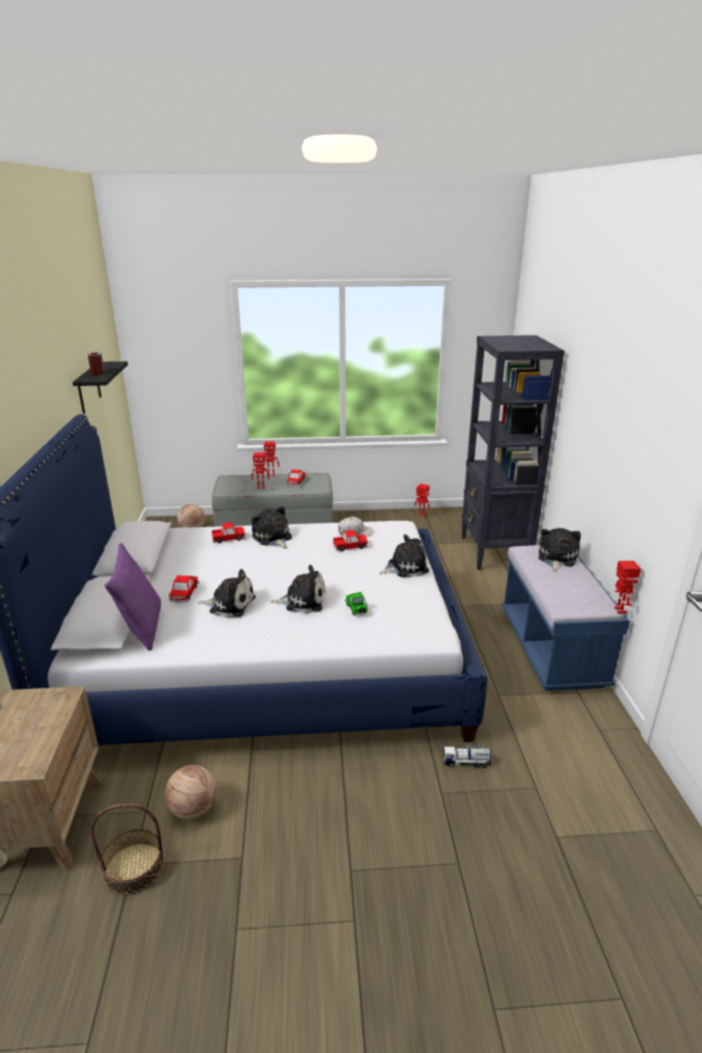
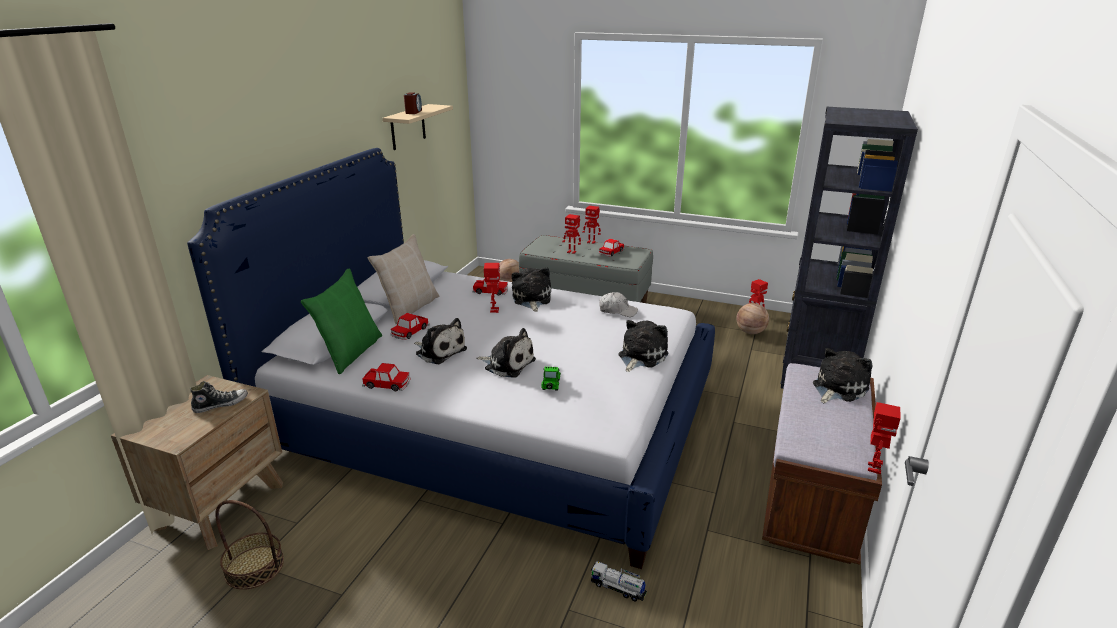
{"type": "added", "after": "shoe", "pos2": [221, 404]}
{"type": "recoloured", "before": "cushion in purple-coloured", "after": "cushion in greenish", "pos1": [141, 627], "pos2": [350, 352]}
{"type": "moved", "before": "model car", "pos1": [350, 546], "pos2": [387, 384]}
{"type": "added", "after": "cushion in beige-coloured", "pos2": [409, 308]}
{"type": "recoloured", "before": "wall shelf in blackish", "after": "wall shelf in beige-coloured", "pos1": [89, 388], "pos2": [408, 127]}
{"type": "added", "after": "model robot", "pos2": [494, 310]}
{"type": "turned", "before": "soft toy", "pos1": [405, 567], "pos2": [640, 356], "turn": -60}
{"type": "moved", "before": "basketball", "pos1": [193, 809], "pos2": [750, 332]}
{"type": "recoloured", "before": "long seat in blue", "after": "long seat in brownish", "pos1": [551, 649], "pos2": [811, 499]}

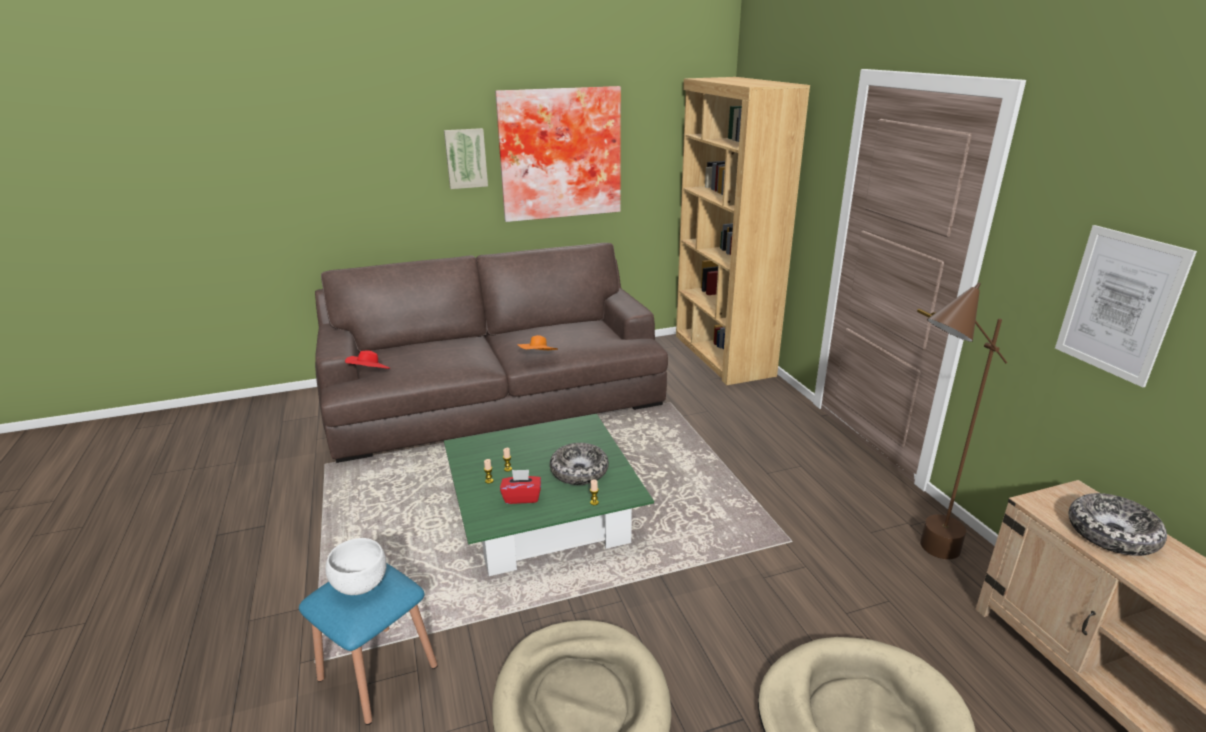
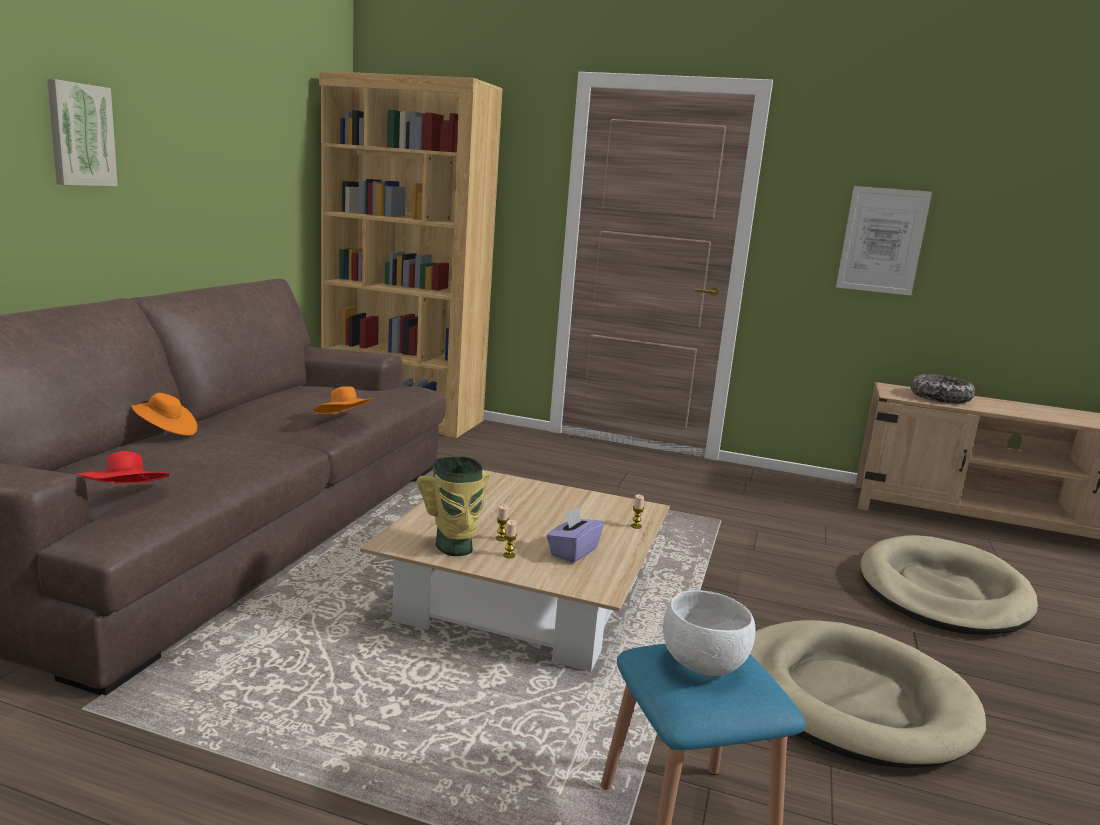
{"type": "added", "after": "wearable hat in orangey", "pos2": [165, 431]}
{"type": "recoloured", "before": "lounge table in greenish", "after": "lounge table in beige-coloured", "pos1": [544, 515], "pos2": [523, 597]}
{"type": "added", "after": "decorative vase", "pos2": [455, 548]}
{"type": "recoloured", "before": "tissue box in reddish", "after": "tissue box in purple-coloured", "pos1": [522, 497], "pos2": [573, 552]}
{"type": "removed", "before": "picture", "pos1": [559, 153]}
{"type": "removed", "before": "deep dish", "pos1": [579, 471]}
{"type": "removed", "before": "standing lamp in brownish", "pos1": [919, 557]}

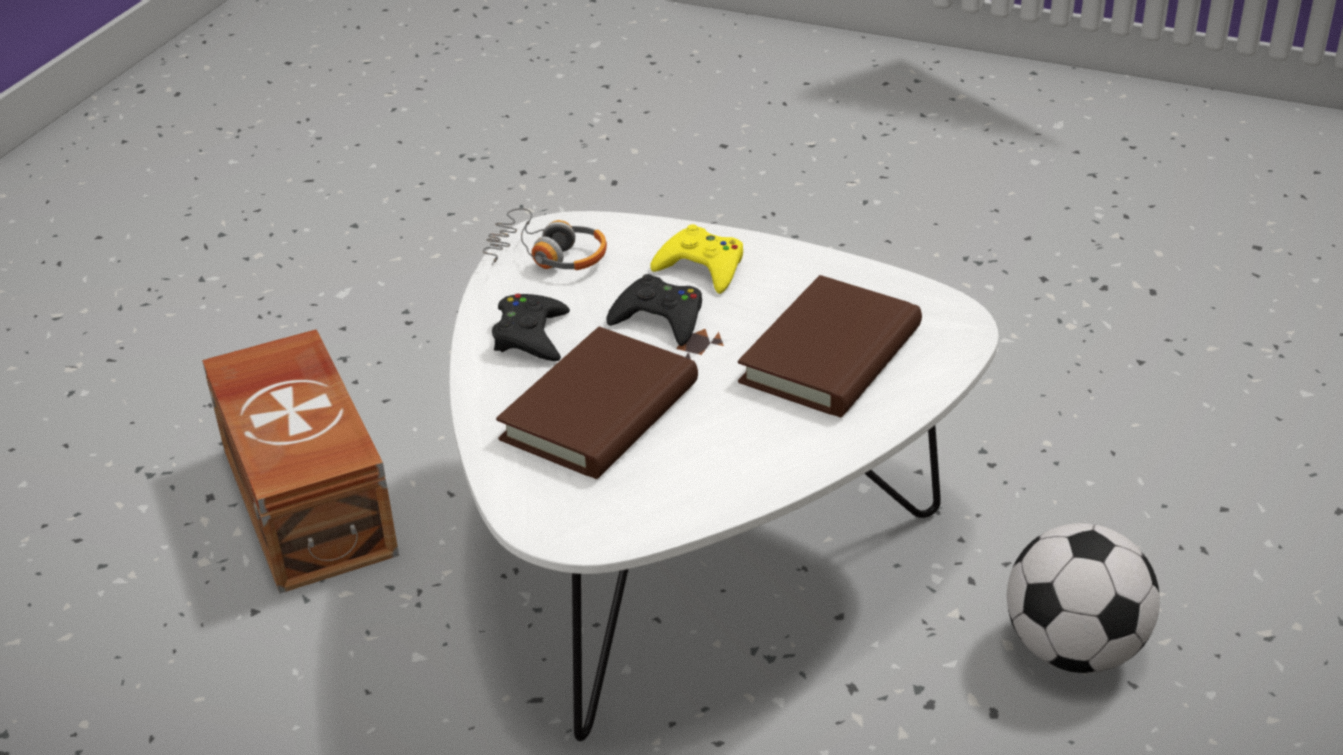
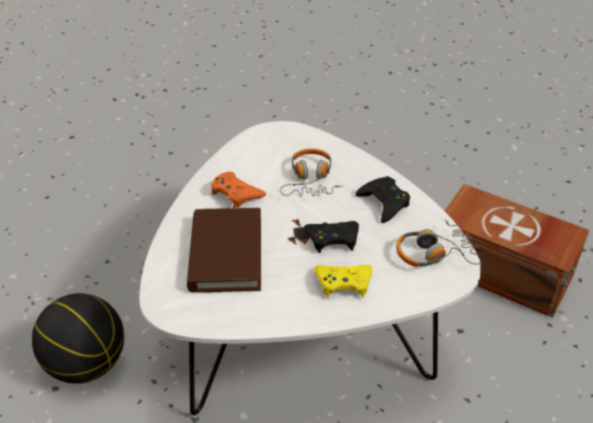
{"type": "replaced", "before": "football", "after": "basketball", "pos1": [1074, 649], "pos2": [86, 365]}
{"type": "added", "after": "gamepad in orangey", "pos2": [236, 193]}
{"type": "replaced", "before": "book in brownish", "after": "headset", "pos1": [600, 412], "pos2": [310, 180]}

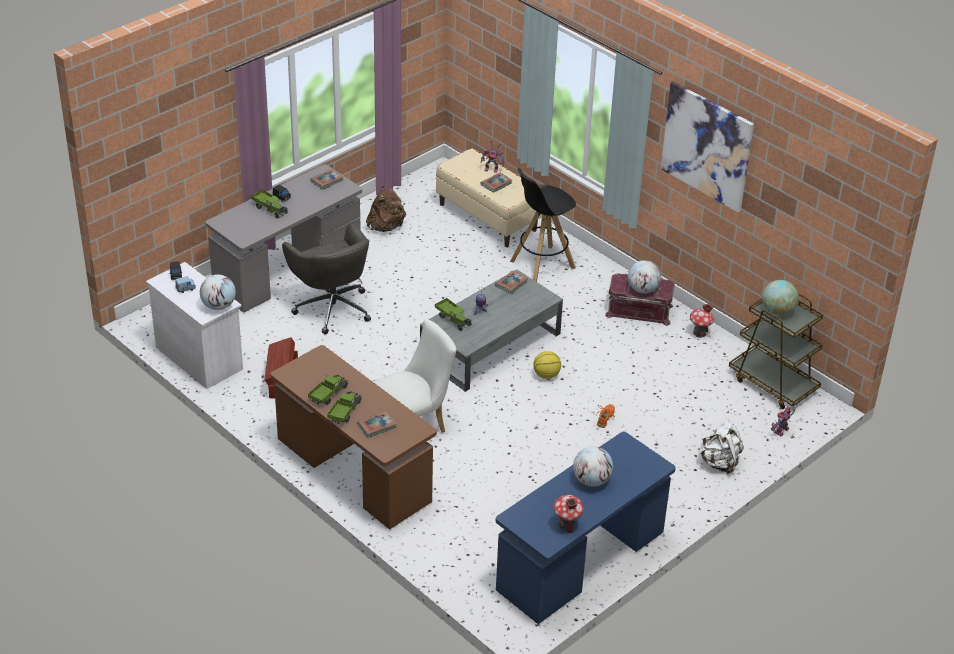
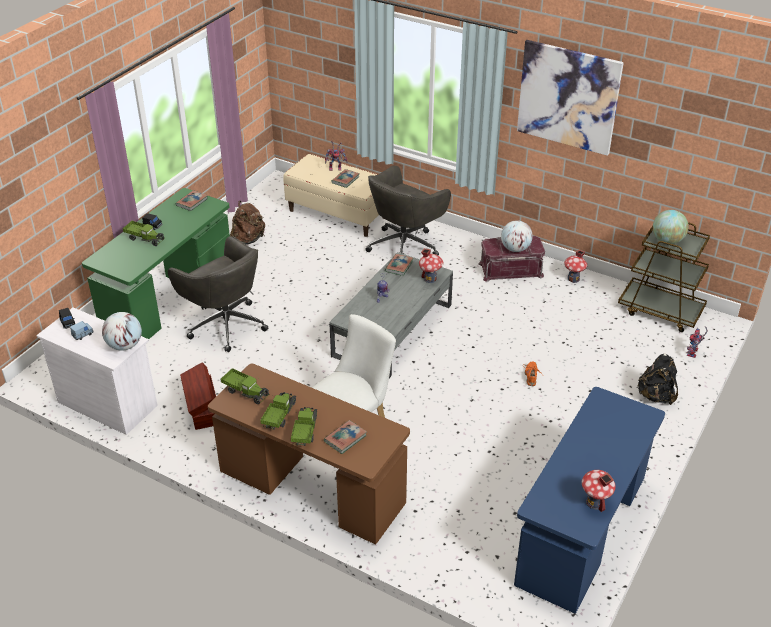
{"type": "recoloured", "before": "desk table in gray", "after": "desk table in greenish", "pos1": [288, 271], "pos2": [169, 298]}
{"type": "moved", "before": "toy truck", "pos1": [453, 319], "pos2": [245, 391]}
{"type": "replaced", "before": "stool in blackish", "after": "desk chair in gray", "pos1": [541, 264], "pos2": [405, 246]}
{"type": "added", "after": "model house", "pos2": [430, 279]}
{"type": "recoloured", "before": "backpack in whitish", "after": "backpack in blackish", "pos1": [719, 463], "pos2": [656, 396]}
{"type": "removed", "before": "basketball", "pos1": [546, 375]}
{"type": "removed", "before": "globe", "pos1": [591, 480]}

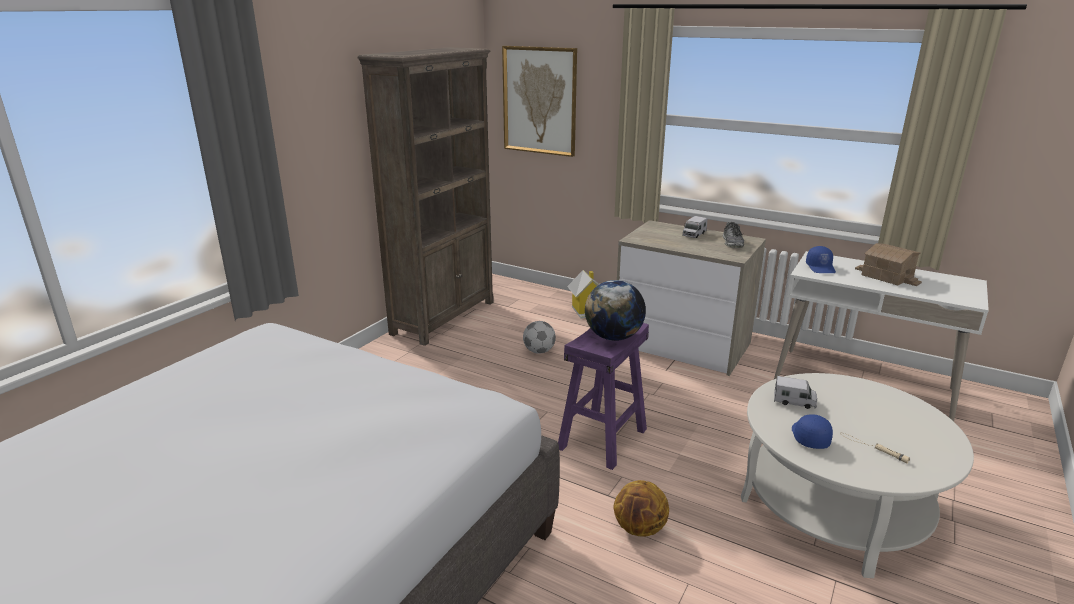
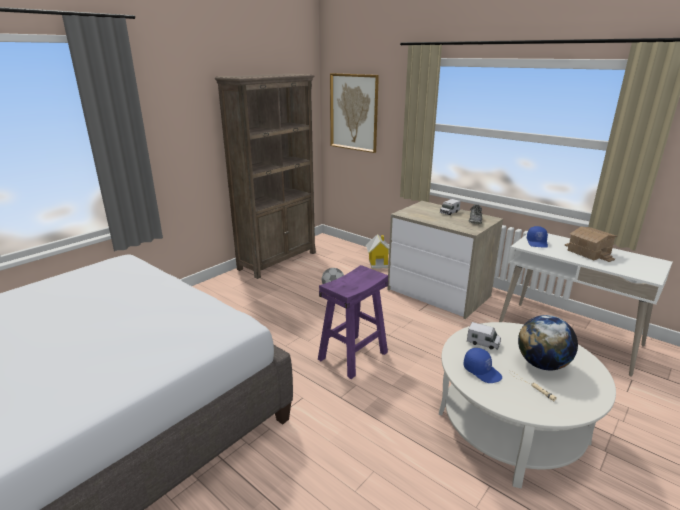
{"type": "turned", "before": "cap in blue", "pos1": [809, 437], "pos2": [482, 371], "turn": 120}
{"type": "moved", "before": "globe", "pos1": [613, 337], "pos2": [542, 364]}
{"type": "removed", "before": "basketball", "pos1": [639, 529]}

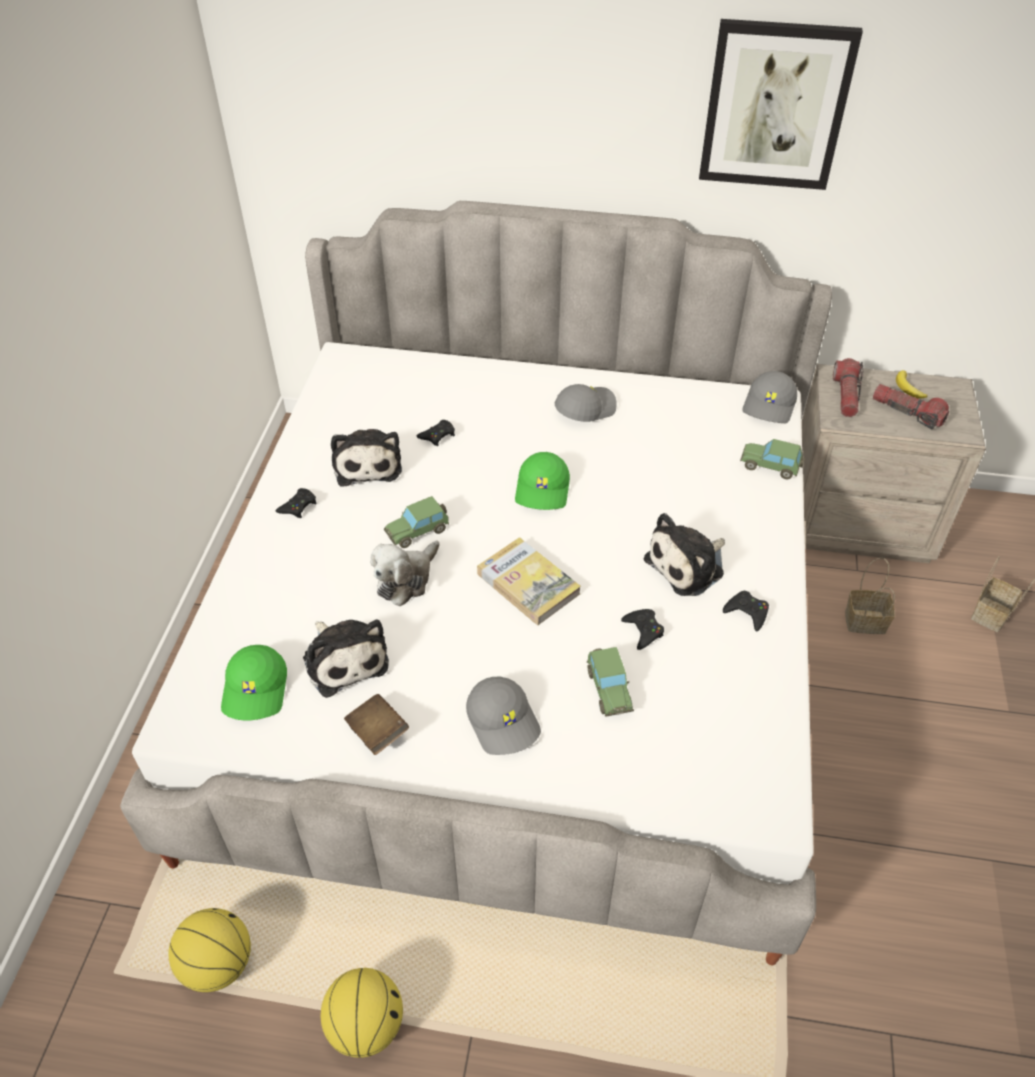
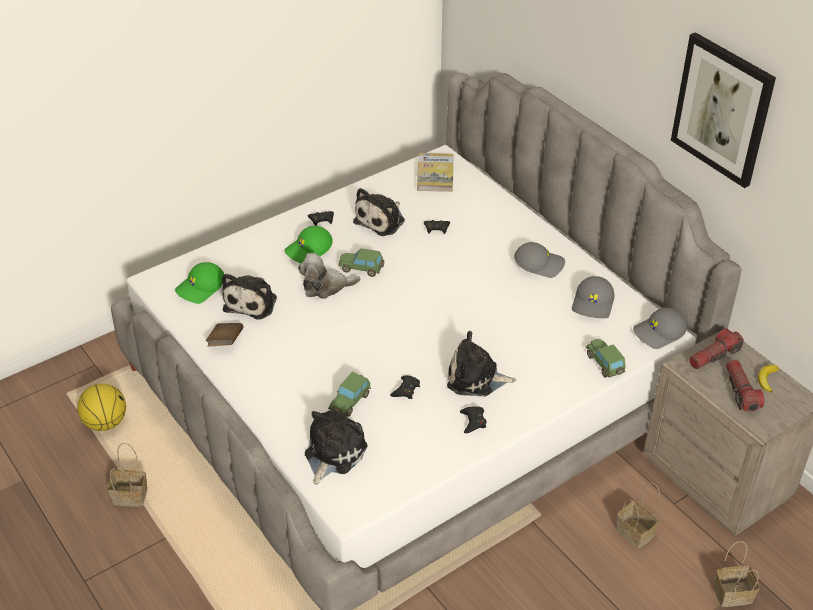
{"type": "replaced", "before": "basketball", "after": "storage basket", "pos1": [366, 1024], "pos2": [131, 495]}
{"type": "moved", "before": "cap in greenish", "pos1": [543, 490], "pos2": [309, 251]}
{"type": "added", "after": "soft toy", "pos2": [333, 453]}
{"type": "moved", "before": "book", "pos1": [528, 584], "pos2": [435, 175]}
{"type": "moved", "before": "cap in gray", "pos1": [504, 721], "pos2": [593, 304]}

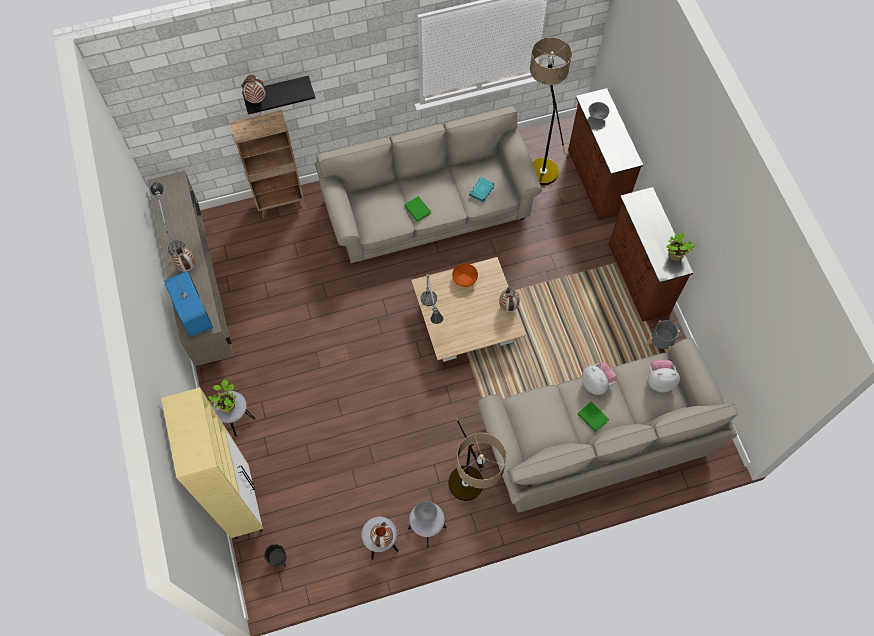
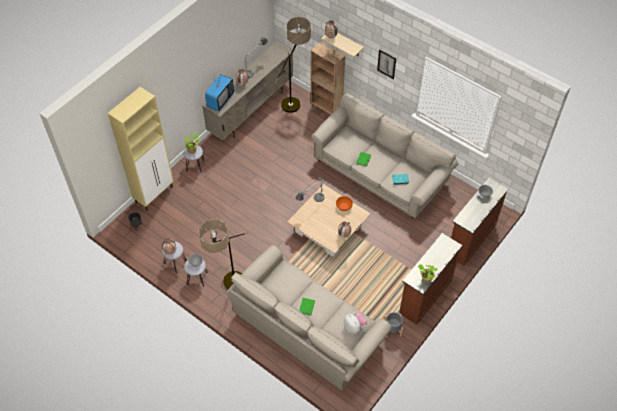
{"type": "moved", "before": "standing lamp", "pos1": [539, 162], "pos2": [295, 100]}
{"type": "recoloured", "before": "wall shelf in blackish", "after": "wall shelf in beige-coloured", "pos1": [277, 91], "pos2": [347, 43]}
{"type": "added", "after": "picture", "pos2": [386, 64]}
{"type": "removed", "before": "soft toy", "pos1": [596, 383]}

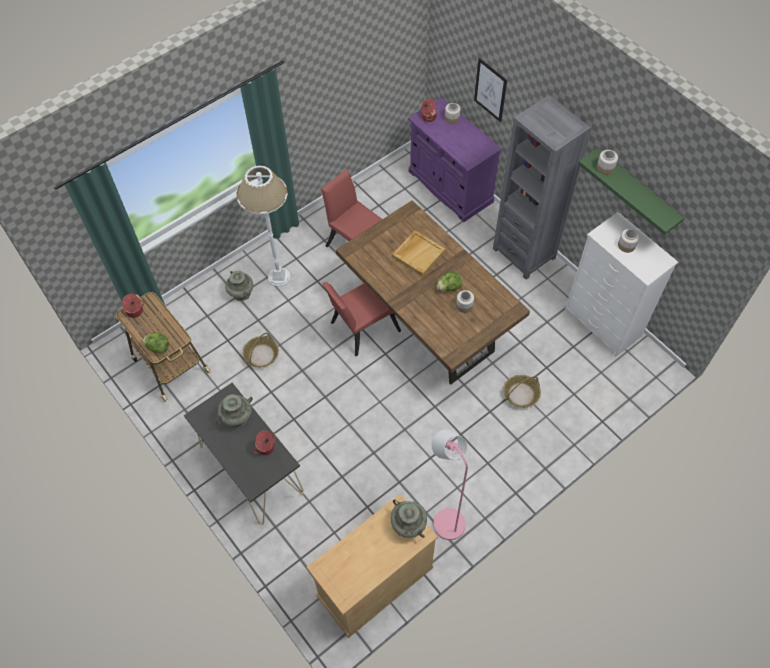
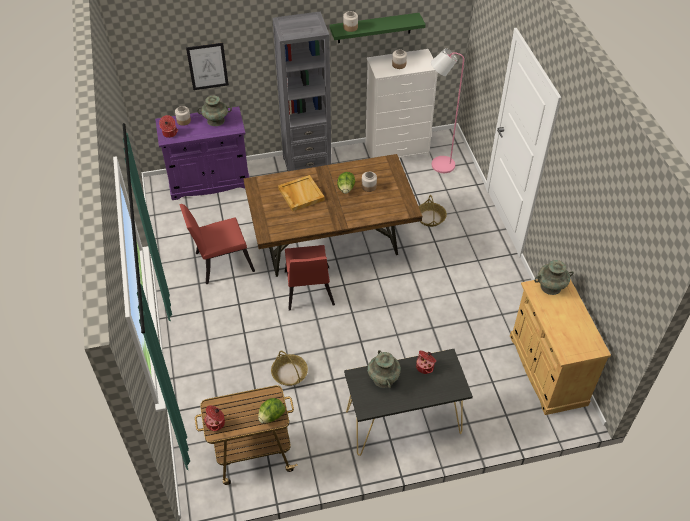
{"type": "moved", "before": "decorative vase in blue-green", "pos1": [241, 293], "pos2": [216, 120]}
{"type": "moved", "before": "standing lamp in pink", "pos1": [445, 519], "pos2": [438, 165]}
{"type": "removed", "before": "standing lamp in whitish", "pos1": [279, 277]}

